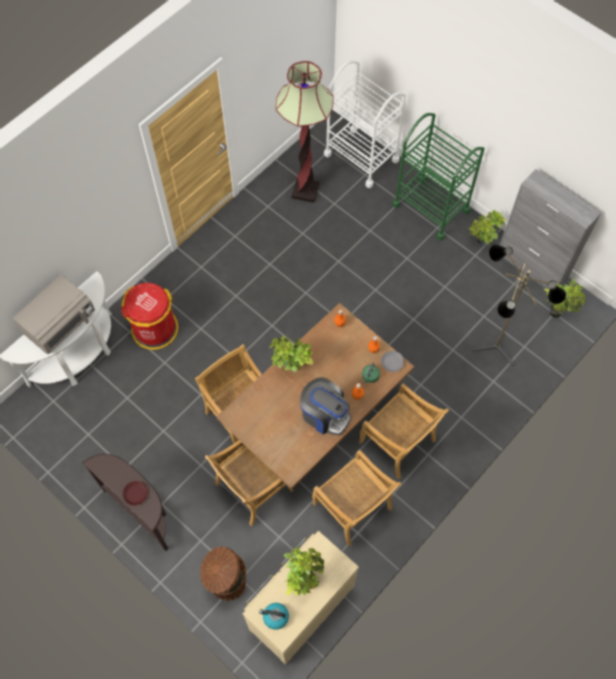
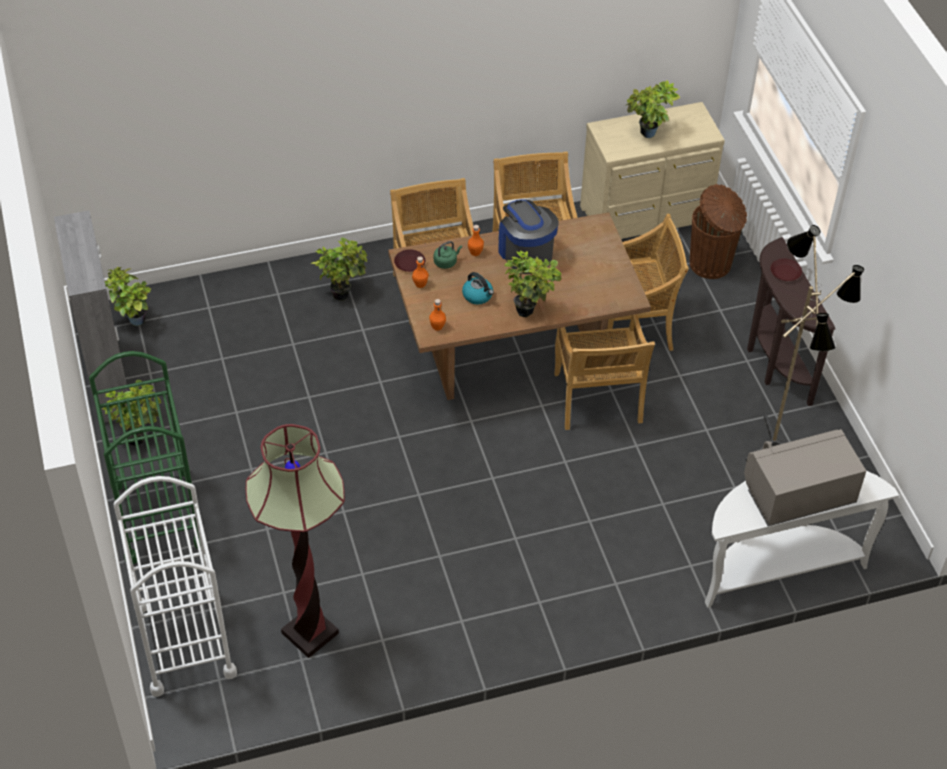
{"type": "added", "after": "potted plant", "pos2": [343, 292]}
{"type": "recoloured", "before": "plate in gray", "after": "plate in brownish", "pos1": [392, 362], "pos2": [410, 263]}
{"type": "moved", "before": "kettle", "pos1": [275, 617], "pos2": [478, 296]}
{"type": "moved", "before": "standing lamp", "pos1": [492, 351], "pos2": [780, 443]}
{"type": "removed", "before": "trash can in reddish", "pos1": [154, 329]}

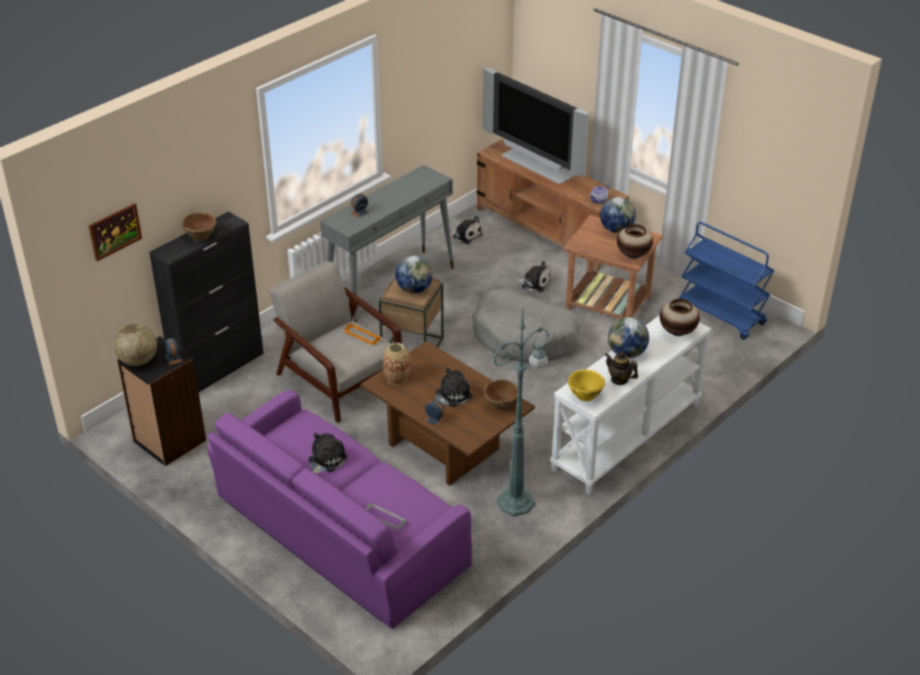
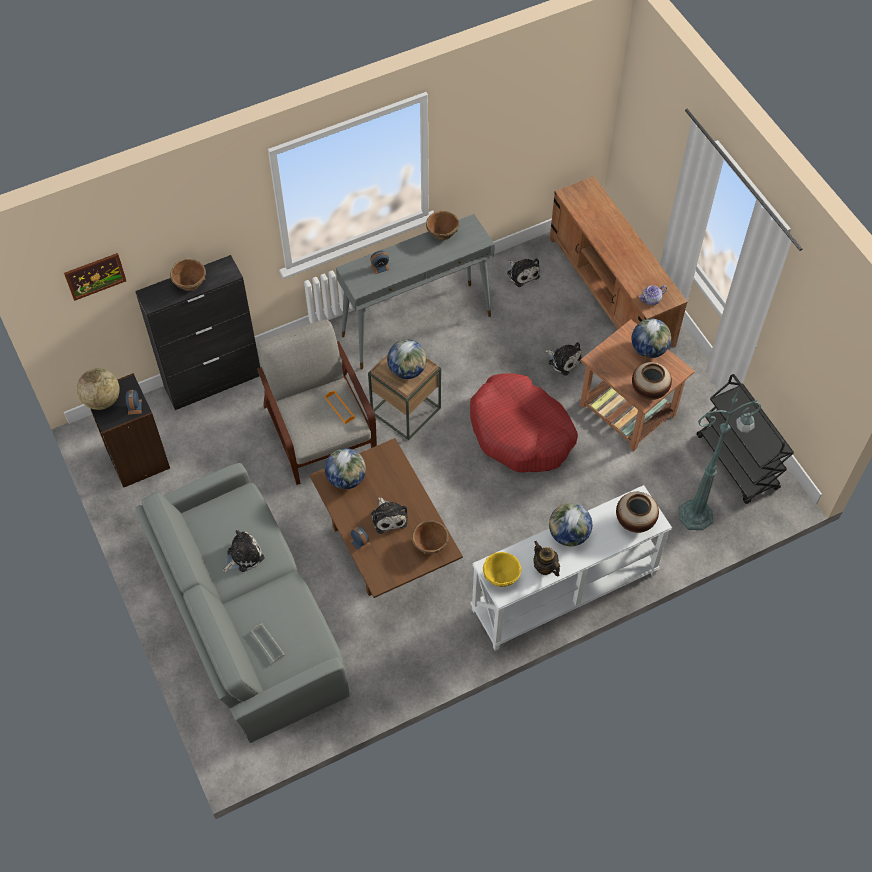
{"type": "recoloured", "before": "sofa in purple-coloured", "after": "sofa in gray", "pos1": [338, 530], "pos2": [247, 614]}
{"type": "replaced", "before": "decorative vase", "after": "globe", "pos1": [397, 378], "pos2": [346, 478]}
{"type": "turned", "before": "soft toy", "pos1": [451, 395], "pos2": [388, 517], "turn": 90}
{"type": "added", "after": "deep dish in brownish", "pos2": [442, 234]}
{"type": "recoloured", "before": "dog cushion in gray", "after": "dog cushion in reddish", "pos1": [524, 338], "pos2": [521, 432]}
{"type": "moved", "before": "standing lamp in greenish", "pos1": [517, 501], "pos2": [697, 515]}
{"type": "recoloured", "before": "cart in blue", "after": "cart in blackish", "pos1": [721, 315], "pos2": [738, 463]}
{"type": "removed", "before": "television", "pos1": [537, 166]}

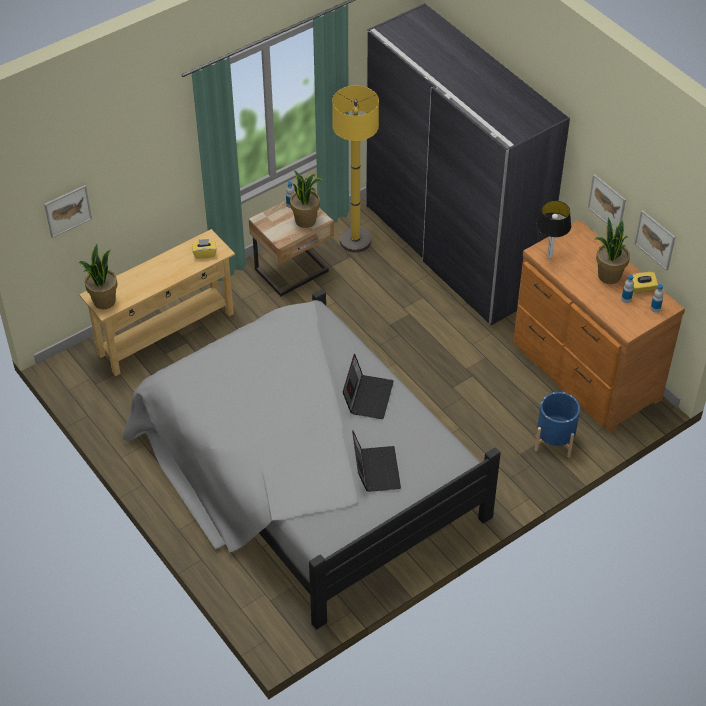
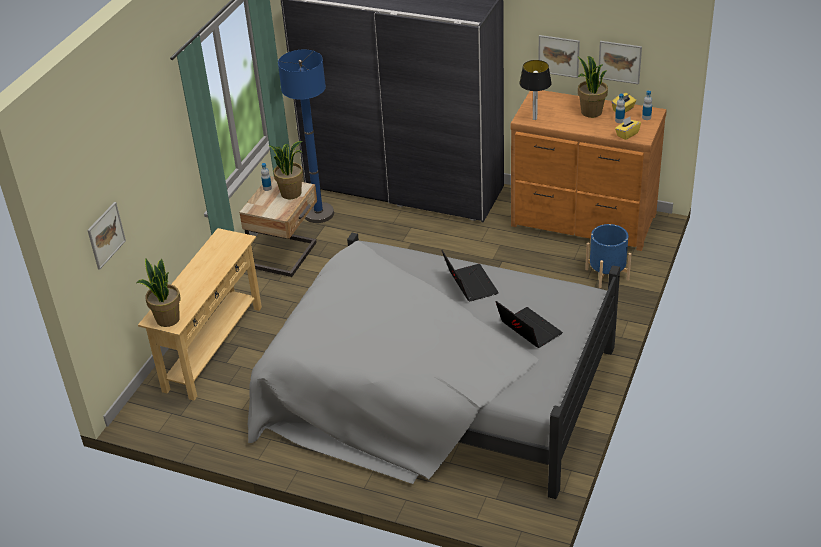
{"type": "recoloured", "before": "standing lamp in yellowish", "after": "standing lamp in blue", "pos1": [355, 241], "pos2": [318, 214]}
{"type": "moved", "before": "tissue box in yellowish", "pos1": [204, 253], "pos2": [627, 134]}

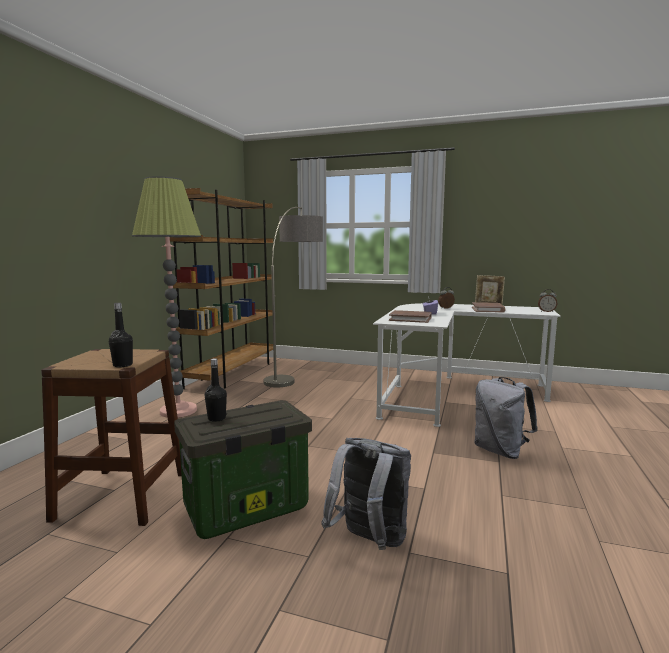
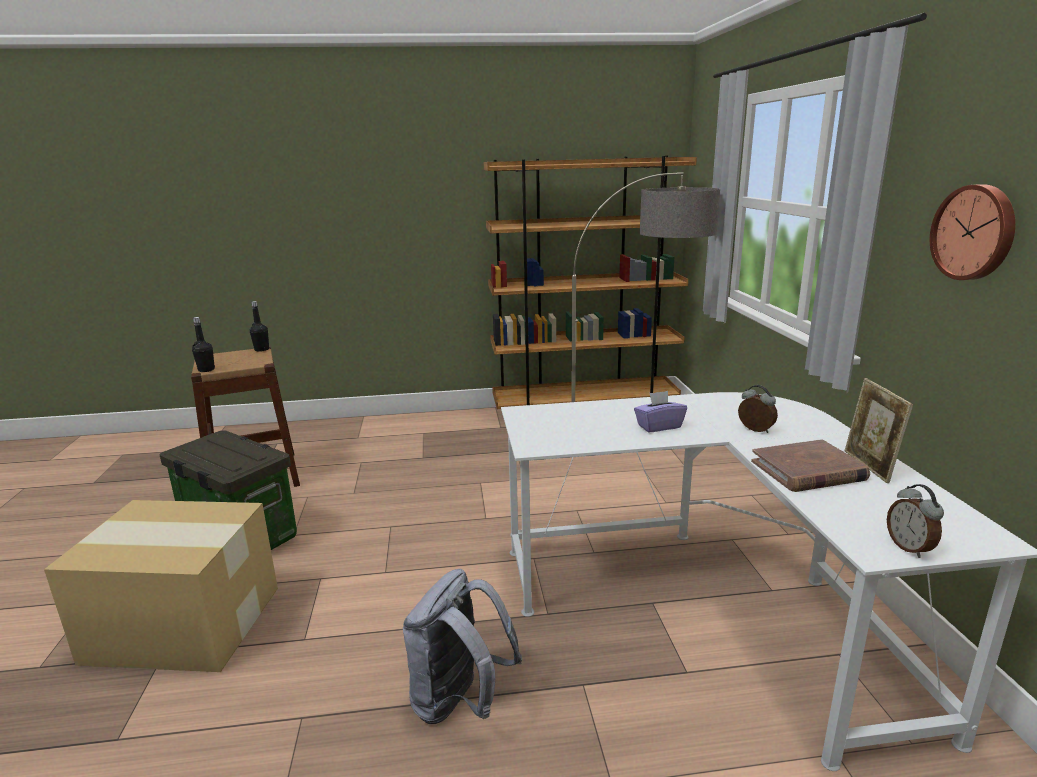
{"type": "replaced", "before": "backpack in gray", "after": "packing box", "pos1": [369, 542], "pos2": [182, 623]}
{"type": "moved", "before": "drink bottle in blackish", "pos1": [216, 418], "pos2": [262, 349]}
{"type": "added", "after": "hanging clock", "pos2": [974, 232]}
{"type": "removed", "before": "standing lamp", "pos1": [178, 411]}
{"type": "removed", "before": "book in brownish", "pos1": [410, 319]}

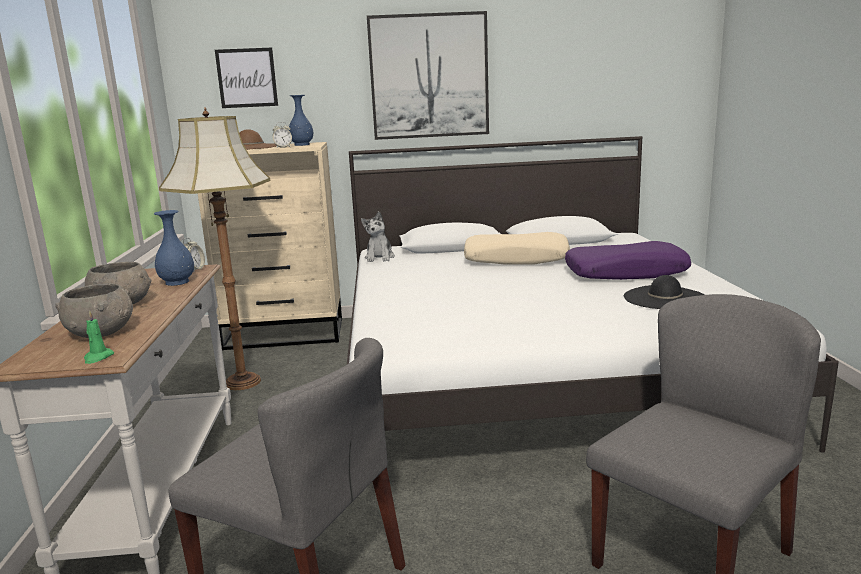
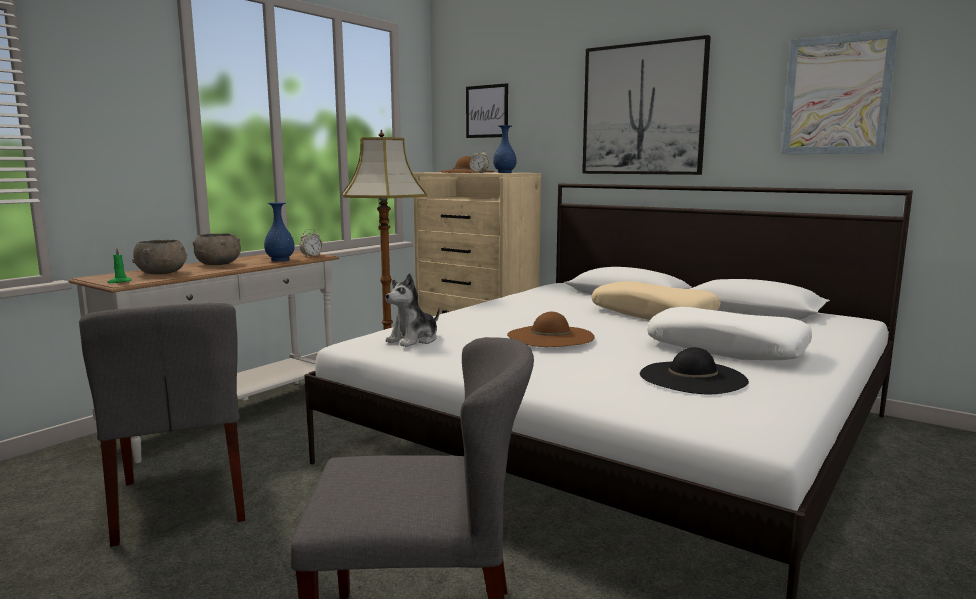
{"type": "moved", "before": "soft toy", "pos1": [379, 257], "pos2": [414, 340]}
{"type": "added", "after": "wearable hat in brownish", "pos2": [550, 336]}
{"type": "recoloured", "before": "cushion in purple-coloured", "after": "cushion in whitish", "pos1": [625, 273], "pos2": [726, 348]}
{"type": "added", "after": "picture", "pos2": [836, 95]}

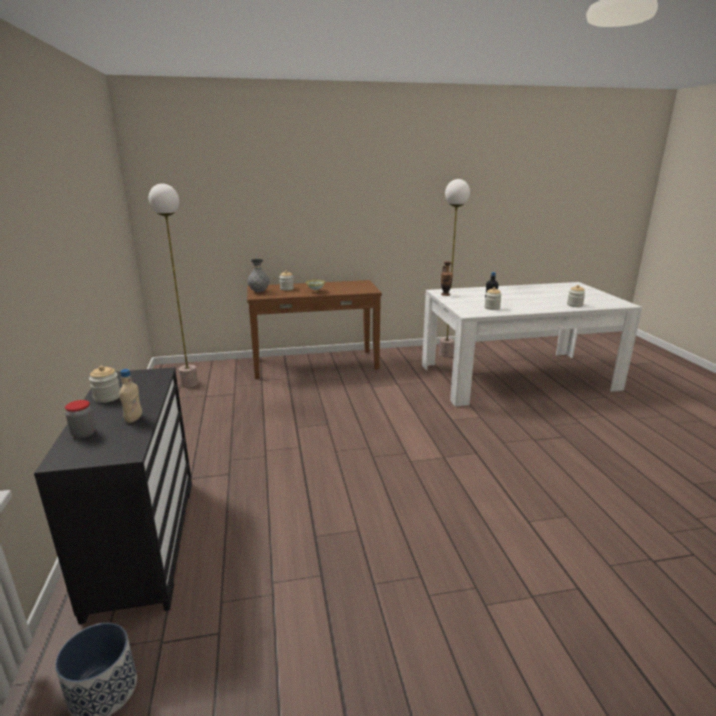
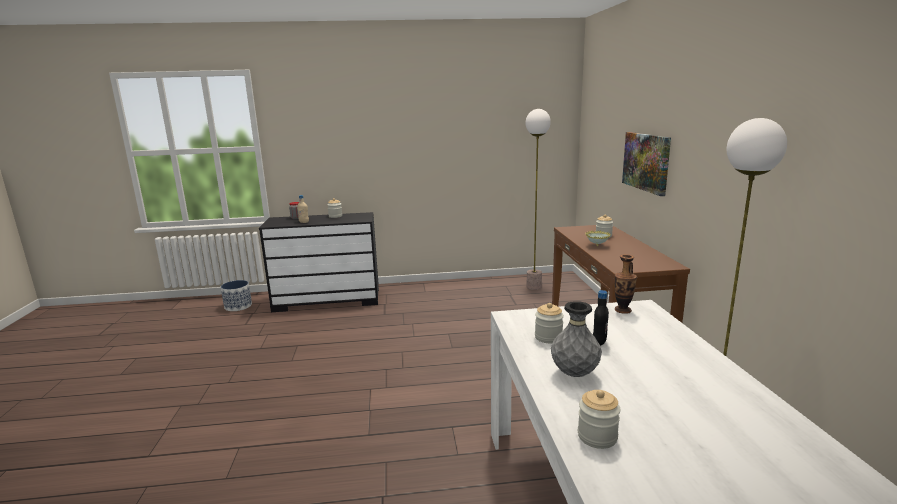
{"type": "moved", "before": "decorative vase in gray", "pos1": [259, 292], "pos2": [574, 374]}
{"type": "added", "after": "picture", "pos2": [646, 162]}

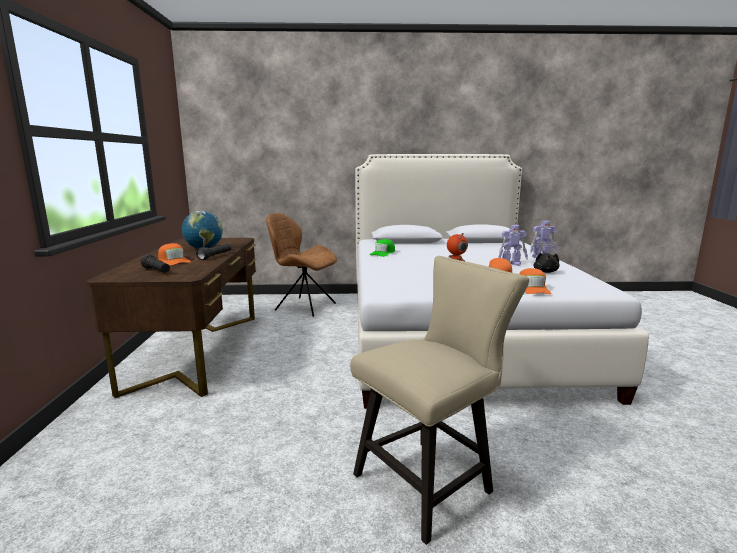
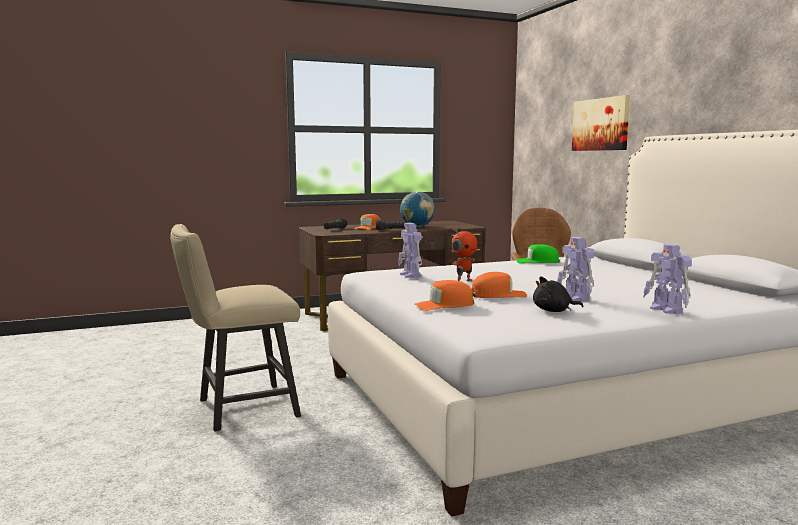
{"type": "turned", "before": "upright chair in beige-coloured", "pos1": [430, 480], "pos2": [239, 409], "turn": 120}
{"type": "added", "after": "model robot", "pos2": [410, 275]}
{"type": "added", "after": "picture", "pos2": [600, 124]}

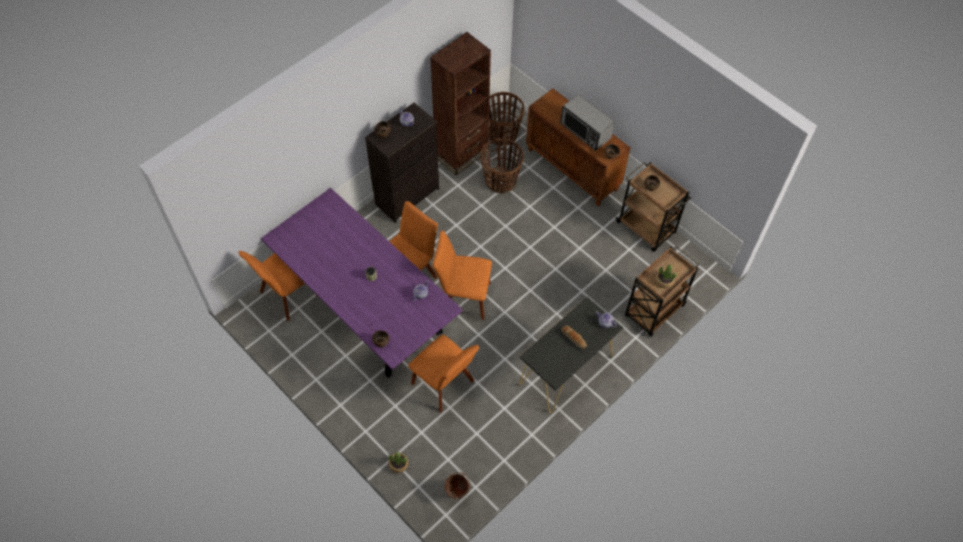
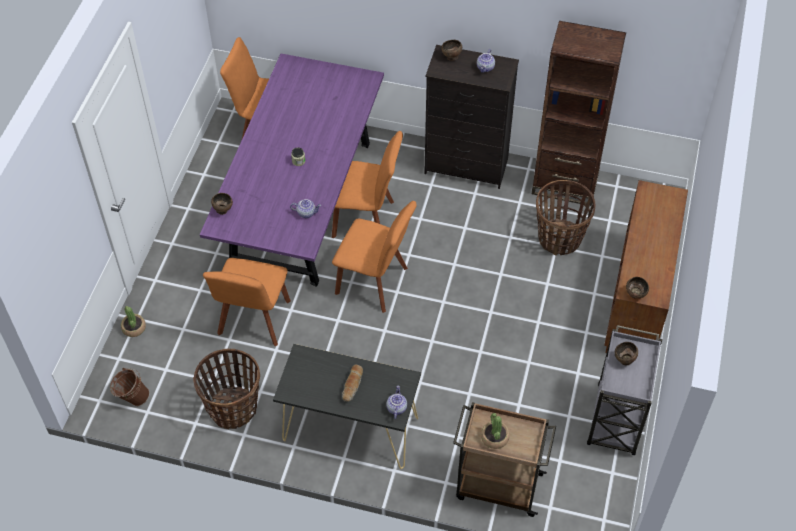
{"type": "moved", "before": "storage basket", "pos1": [502, 134], "pos2": [233, 408]}
{"type": "turned", "before": "upright chair in orangey", "pos1": [463, 297], "pos2": [375, 282], "turn": 135}
{"type": "recoloured", "before": "cart in brownish", "after": "cart in gray", "pos1": [646, 228], "pos2": [615, 421]}
{"type": "removed", "before": "microwave oven", "pos1": [585, 131]}

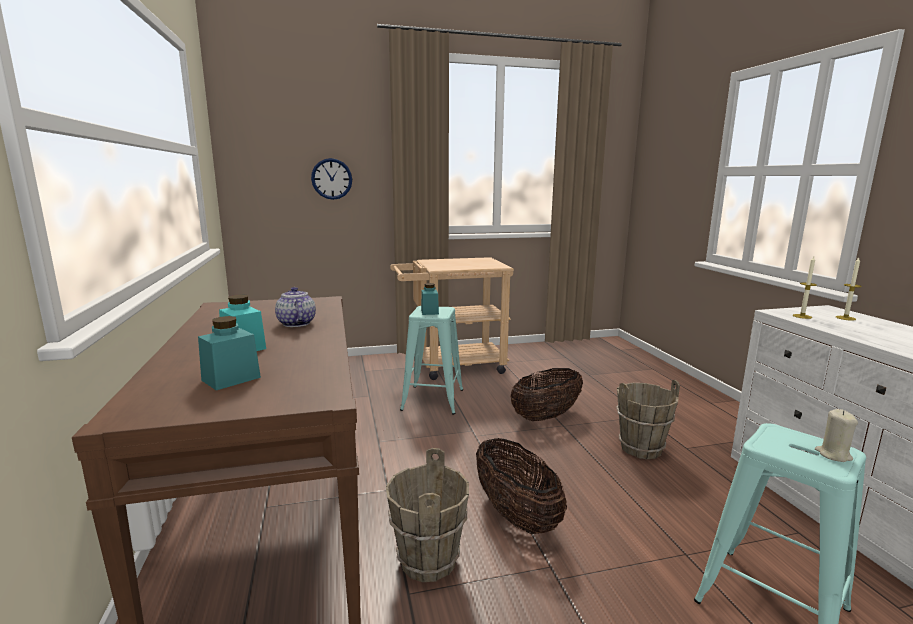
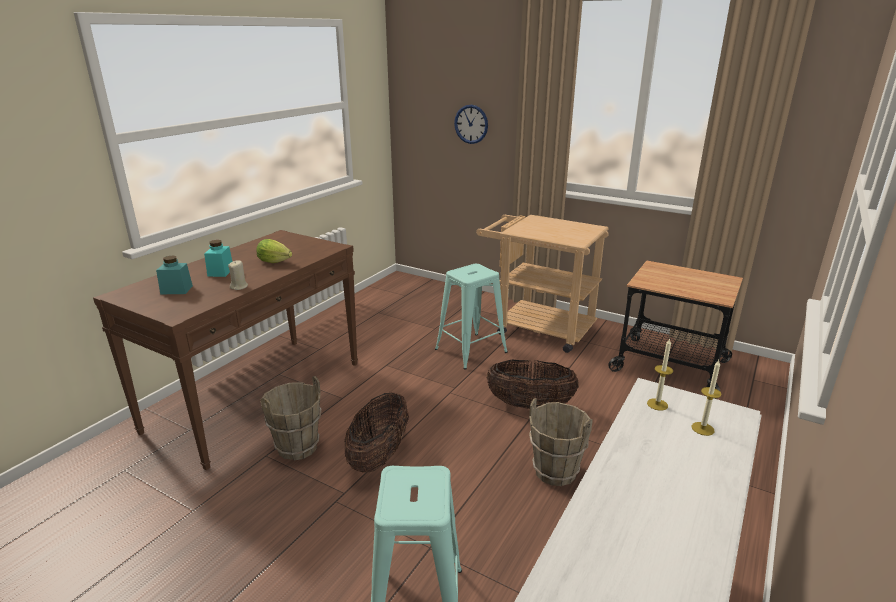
{"type": "moved", "before": "wax candle in beige-coloured", "pos1": [833, 454], "pos2": [239, 287]}
{"type": "replaced", "before": "pot for tea", "after": "lettuce", "pos1": [296, 323], "pos2": [276, 262]}
{"type": "added", "after": "cart", "pos2": [670, 365]}
{"type": "removed", "before": "jar in blue-green", "pos1": [429, 312]}

